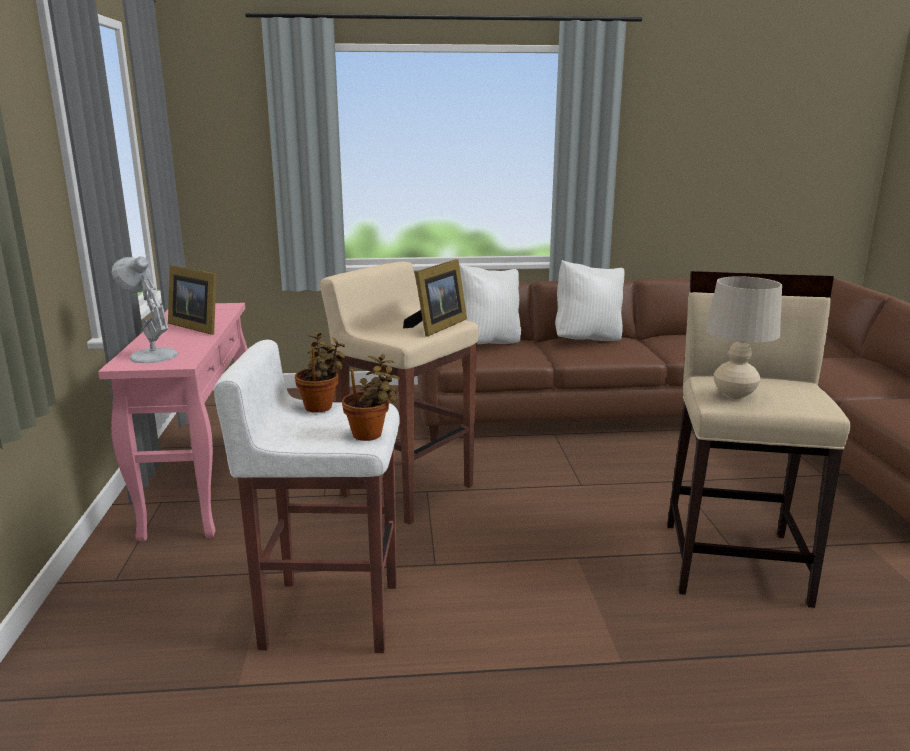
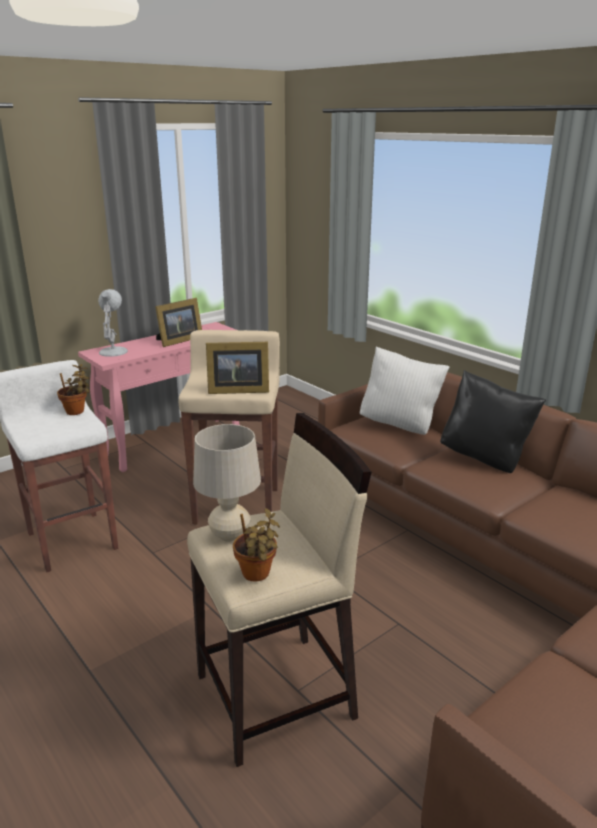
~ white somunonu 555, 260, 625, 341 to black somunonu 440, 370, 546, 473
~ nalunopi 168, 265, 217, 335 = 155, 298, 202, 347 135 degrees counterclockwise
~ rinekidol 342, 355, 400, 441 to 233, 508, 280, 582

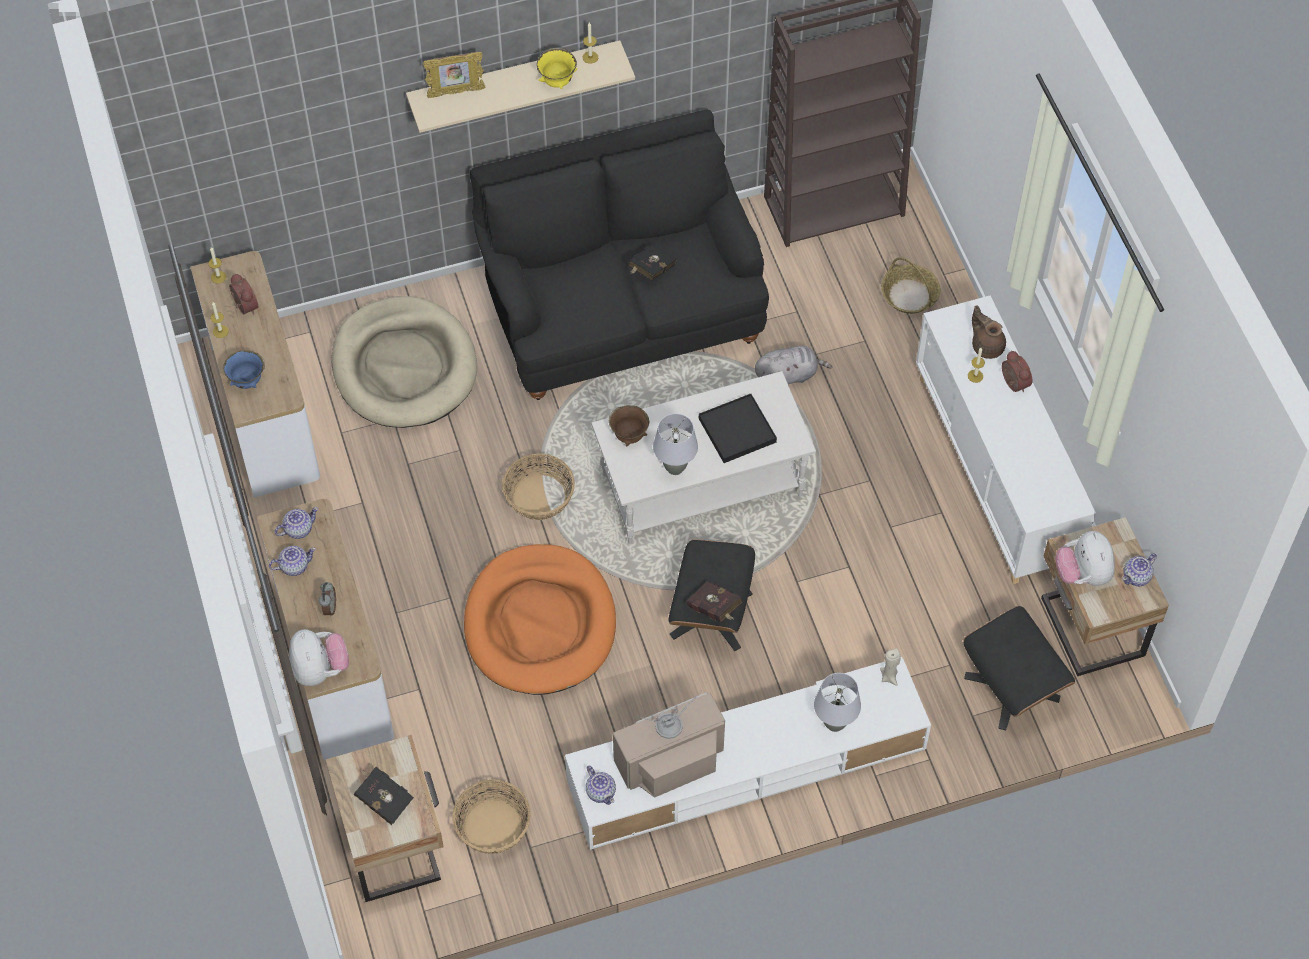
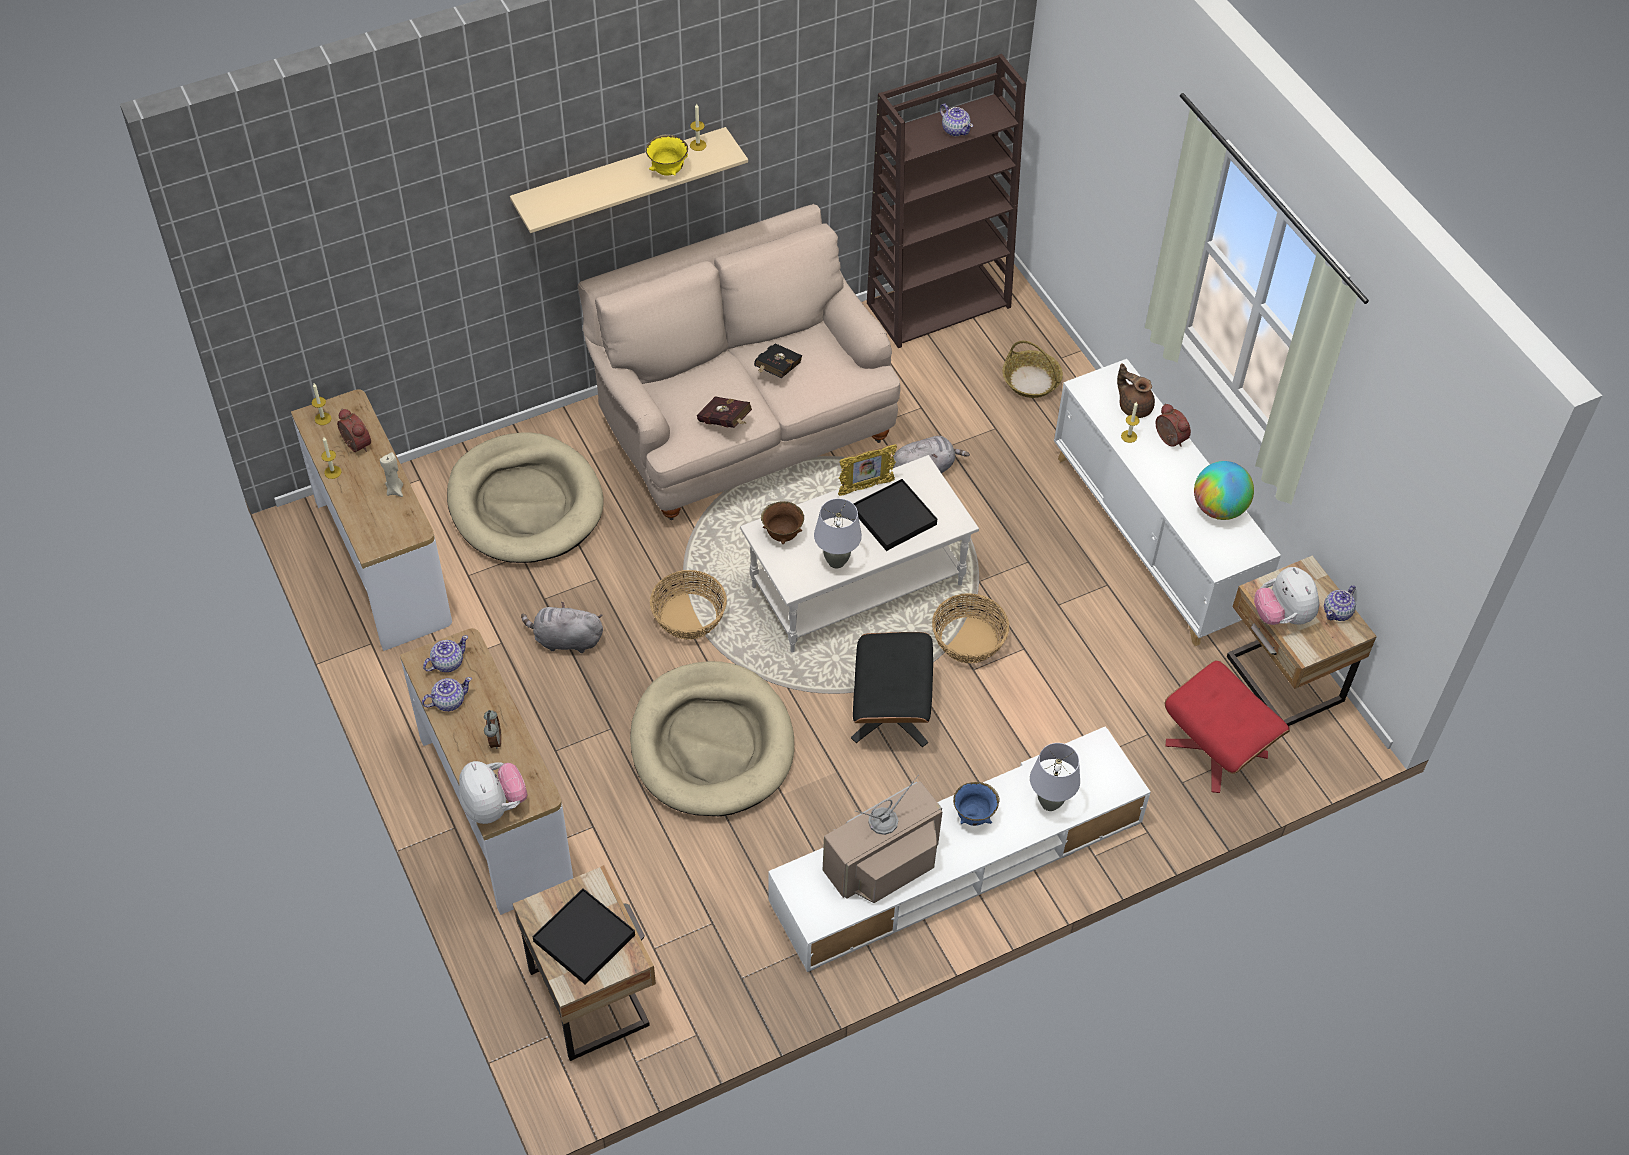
~ nalunopi 423, 52, 485, 98 to 838, 444, 897, 496
~ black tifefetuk 470, 109, 769, 400 to beige tifefetuk 578, 204, 901, 520
~ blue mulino 223, 350, 265, 389 to 953, 782, 1000, 826
~ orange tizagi 464, 544, 616, 695 to beige tizagi 630, 661, 794, 816
~ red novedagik 687, 581, 742, 622 to 697, 397, 752, 428
~ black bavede 963, 606, 1075, 730 to red bavede 1165, 660, 1290, 793
~ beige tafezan 880, 648, 901, 686 to 380, 452, 403, 497
~ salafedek 586, 765, 616, 805 to 940, 104, 973, 136
~ black novedagik 354, 767, 414, 825 to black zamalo 532, 888, 635, 985
~ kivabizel 452, 779, 531, 854 to 932, 593, 1009, 663
+ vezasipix 1194, 461, 1254, 520
+ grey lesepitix 521, 601, 603, 653

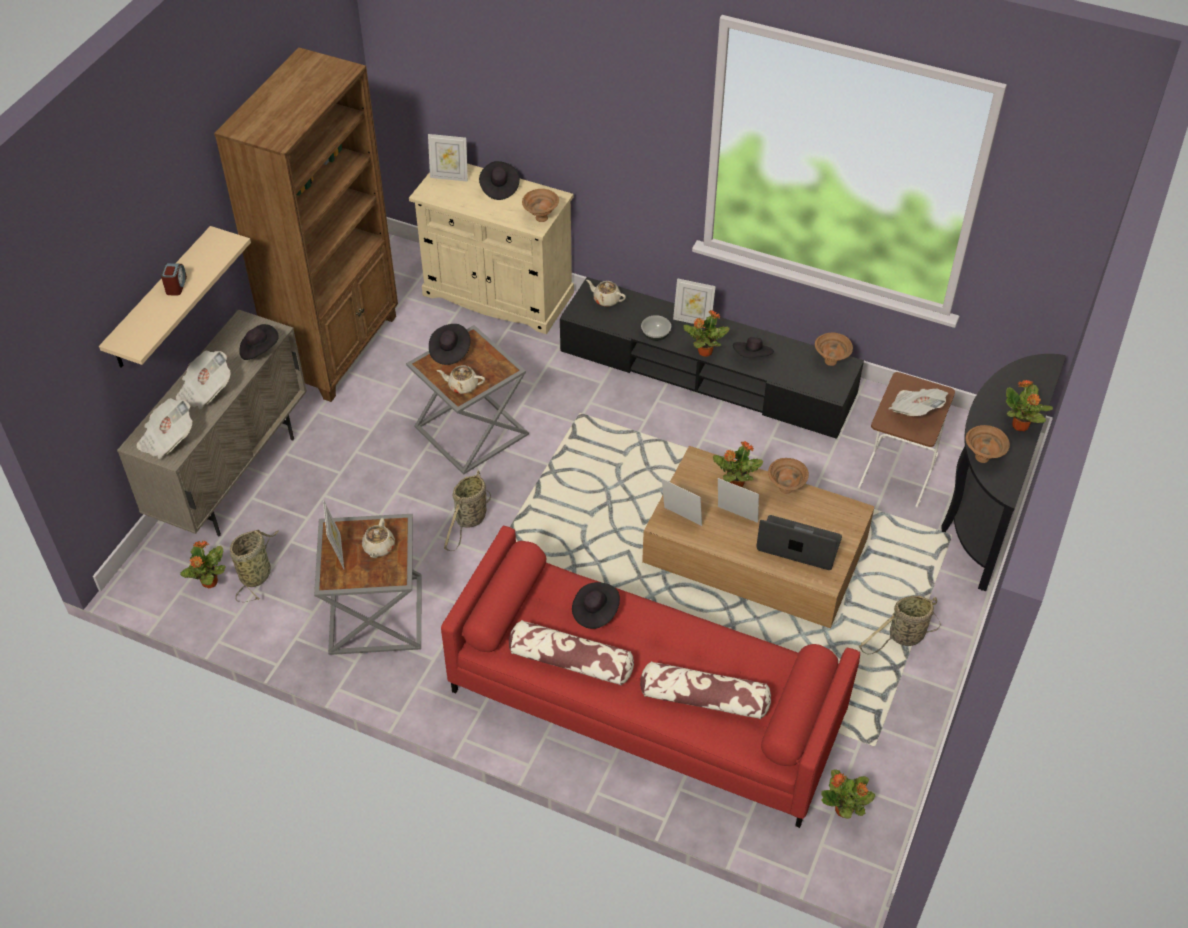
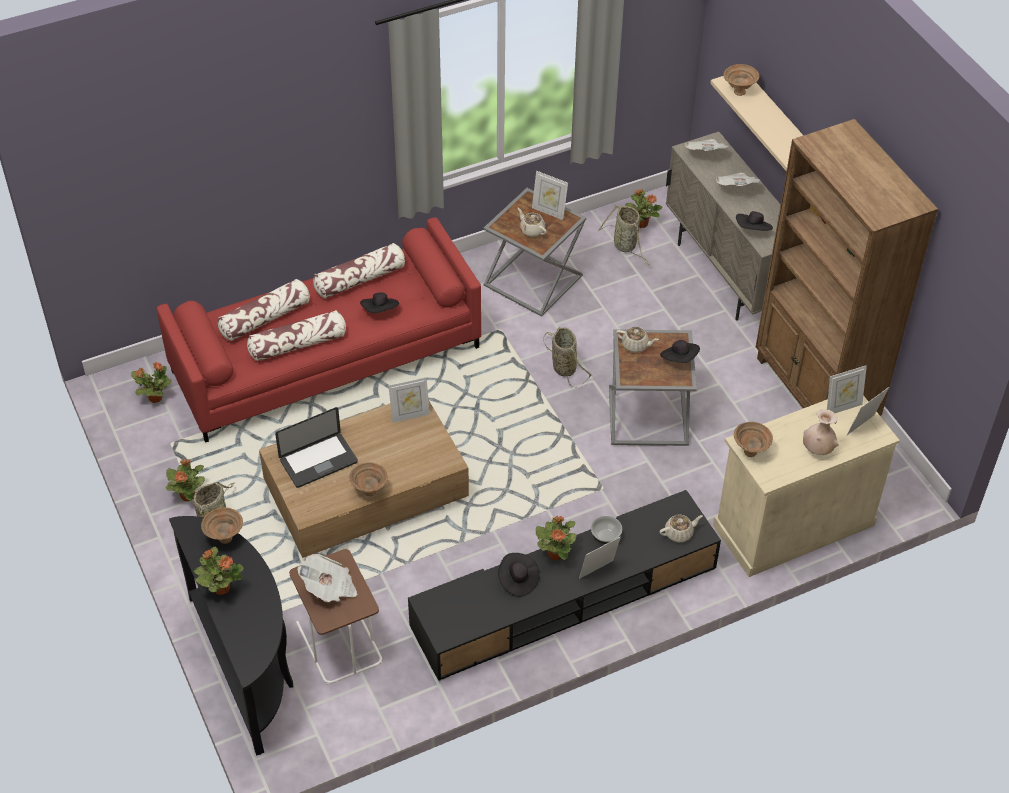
~ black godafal 479, 161, 520, 200 to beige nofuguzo 803, 409, 838, 455
- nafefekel 161, 263, 187, 296
~ brown mulino 815, 333, 853, 366 to 723, 64, 759, 96
~ beige salafedek 437, 366, 485, 394 = 616, 327, 659, 353 60 degrees clockwise
~ rinekidol 713, 441, 763, 487 to 166, 459, 205, 501
~ nalunopi 718, 478, 759, 523 to 827, 365, 867, 413
+ somunonu 247, 310, 346, 361

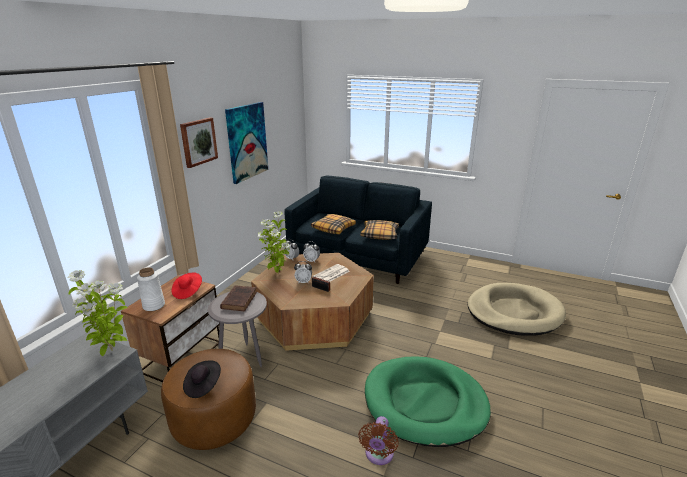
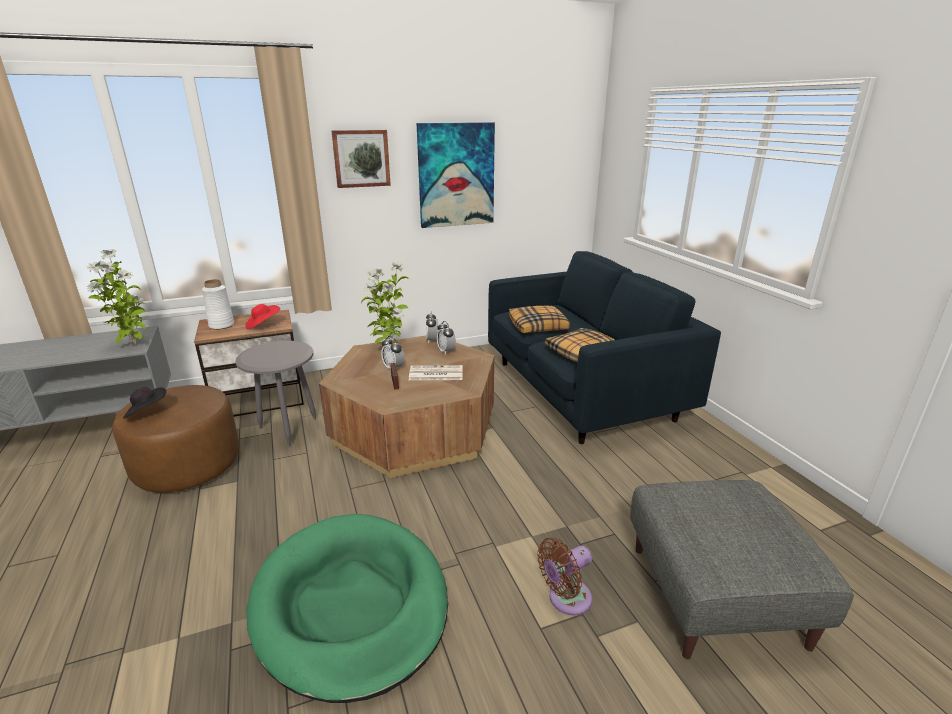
~ beige tizagi 468, 283, 566, 336 to grey bavede 630, 480, 854, 659
- brown novedagik 220, 285, 257, 311
~ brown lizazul 358, 416, 398, 465 to 537, 537, 592, 616

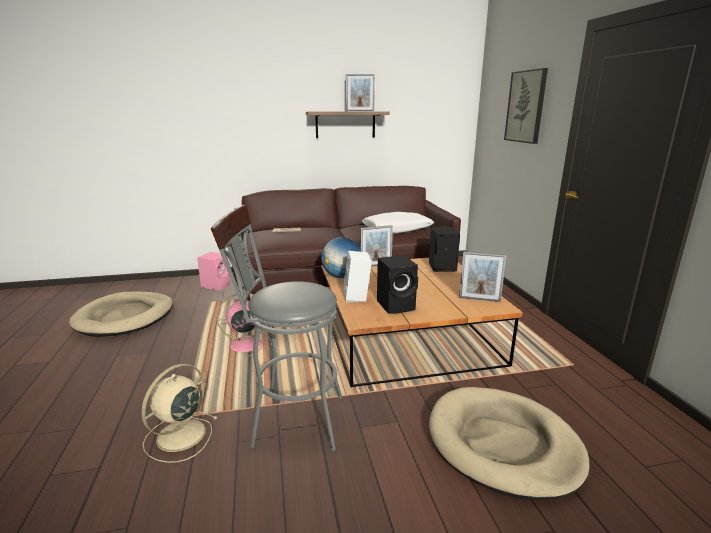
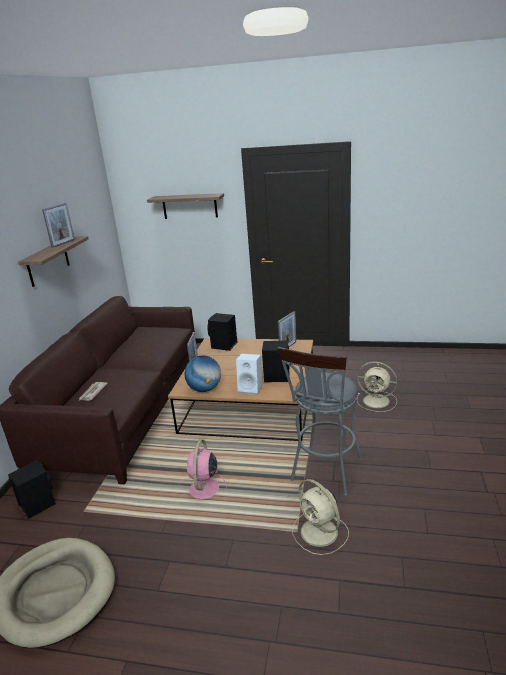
~ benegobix 504, 68, 548, 144 to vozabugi 147, 193, 224, 219
- white somunonu 362, 212, 434, 234
~ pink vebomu 197, 252, 231, 291 to black vebomu 8, 461, 56, 519
~ beige tizagi 429, 387, 590, 500 to beige lizazul 357, 362, 397, 412

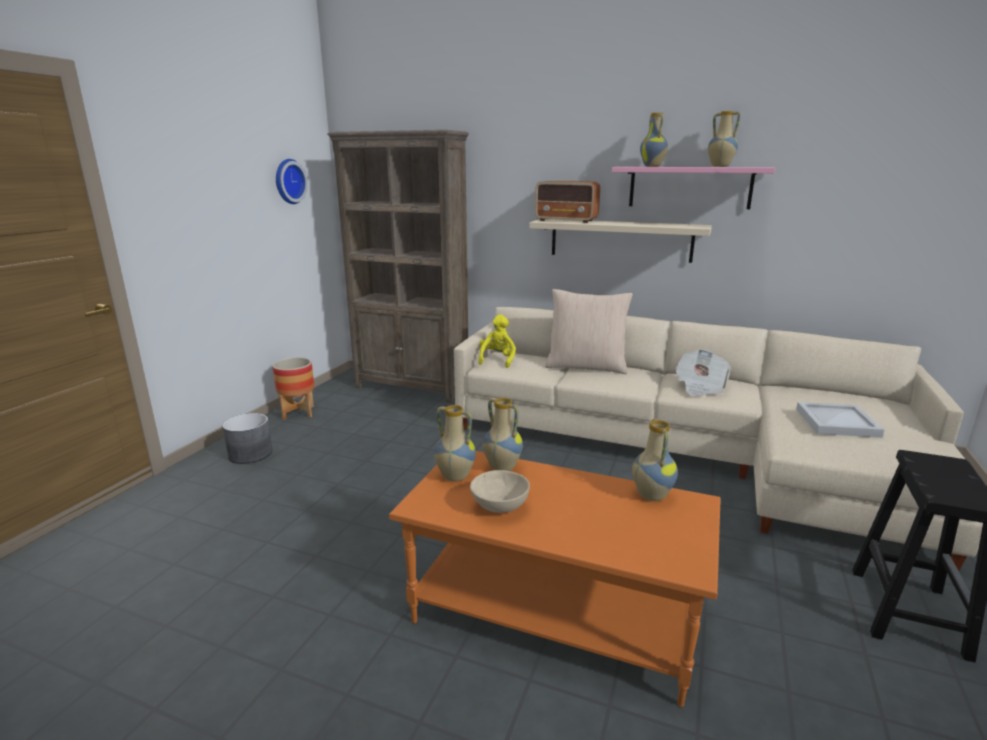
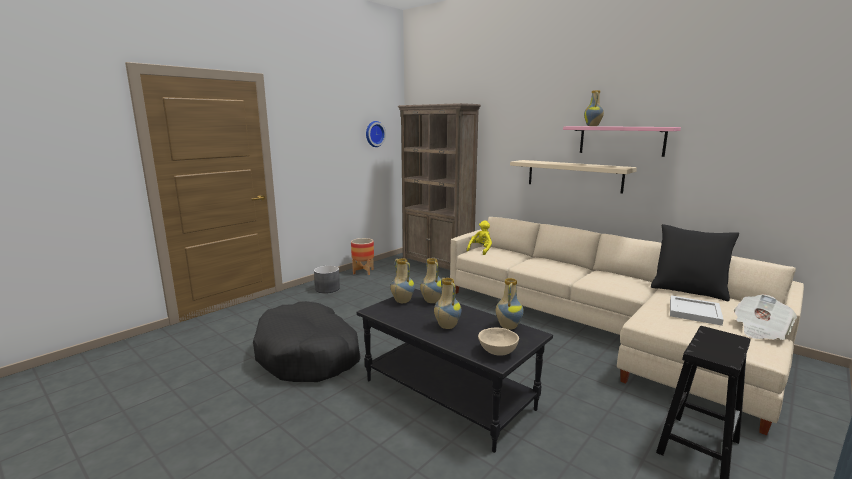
~ nofuguzo 708, 111, 741, 167 to 434, 278, 461, 329
- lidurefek 535, 181, 600, 223
- beige somunonu 545, 289, 633, 374
~ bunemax 675, 349, 732, 396 to 734, 294, 797, 340
~ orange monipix 389, 451, 721, 707 to black monipix 357, 288, 553, 453
~ beige mulino 470, 470, 530, 513 to 478, 328, 519, 356
+ black somunonu 651, 224, 739, 301
+ black tizagi 253, 301, 361, 382

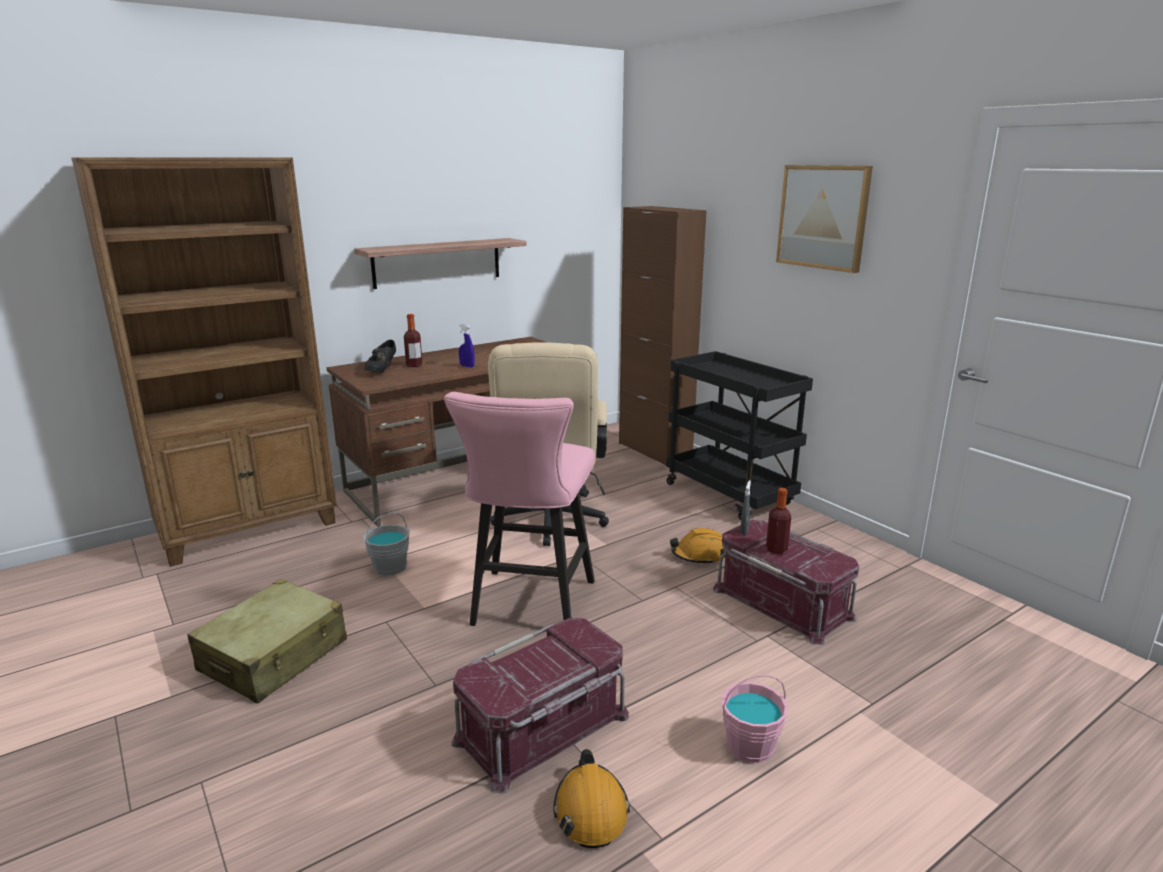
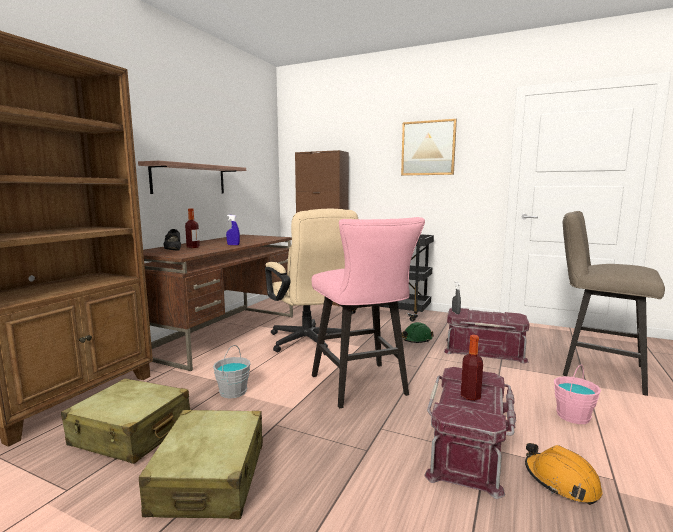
~ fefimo 766, 488, 791, 554 to 461, 335, 483, 401
~ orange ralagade 670, 528, 726, 565 to green ralagade 402, 322, 434, 343
+ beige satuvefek 563, 211, 665, 396
+ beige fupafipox 61, 378, 190, 464

